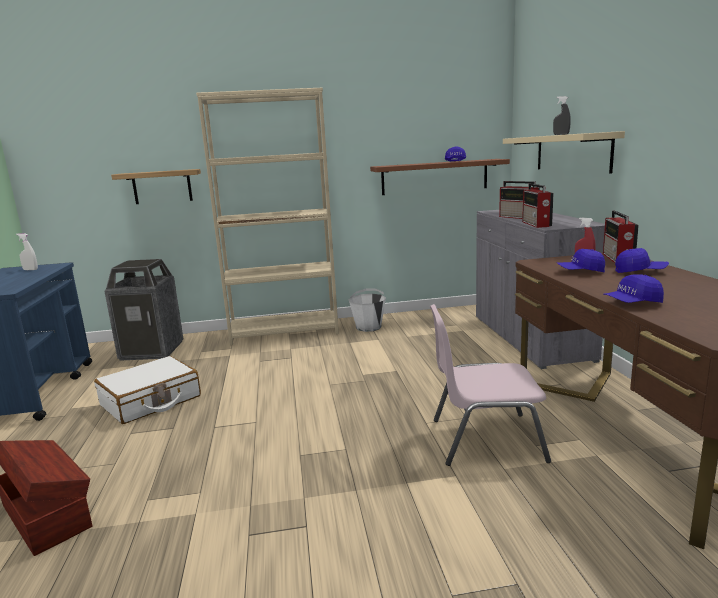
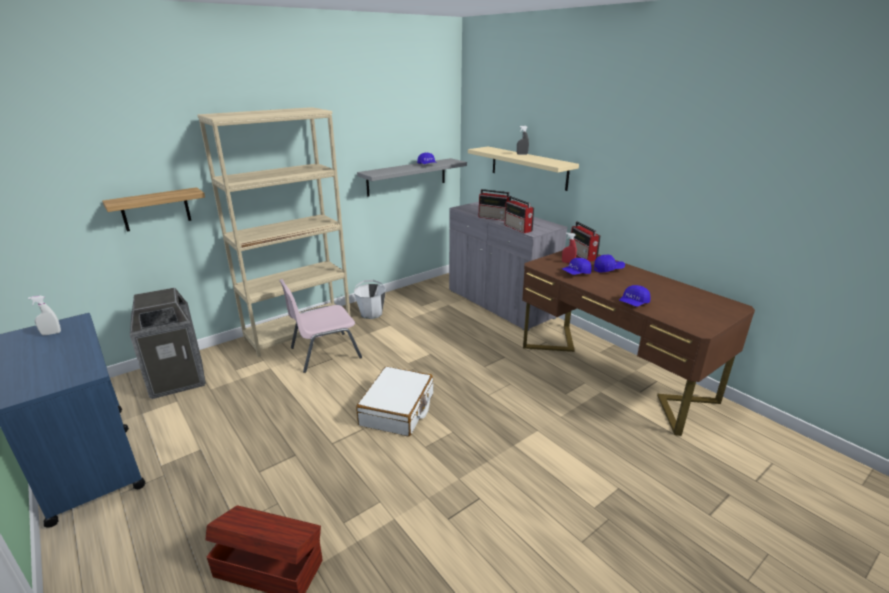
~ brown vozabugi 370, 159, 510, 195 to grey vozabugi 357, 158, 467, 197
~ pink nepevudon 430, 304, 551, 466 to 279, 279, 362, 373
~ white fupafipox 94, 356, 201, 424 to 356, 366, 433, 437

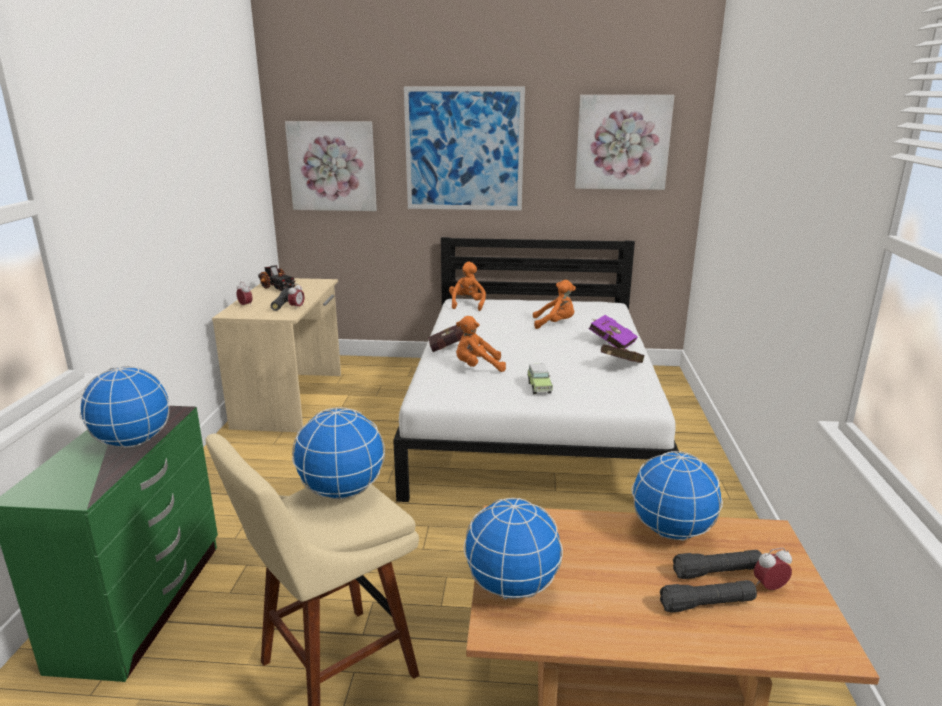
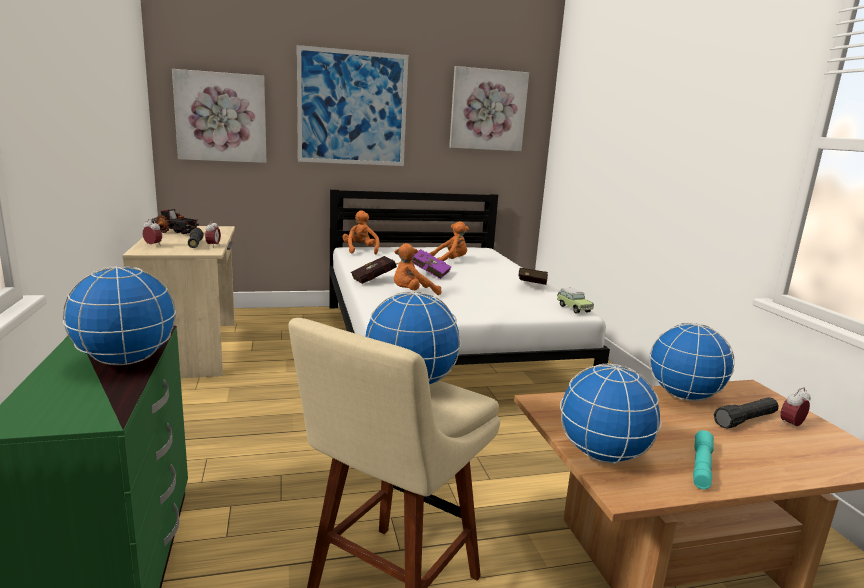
~ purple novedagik 589, 315, 638, 349 to 412, 249, 451, 279
~ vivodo 527, 364, 553, 394 to 557, 288, 594, 314
- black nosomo 660, 580, 757, 613
+ turquoise nosomo 693, 430, 714, 489

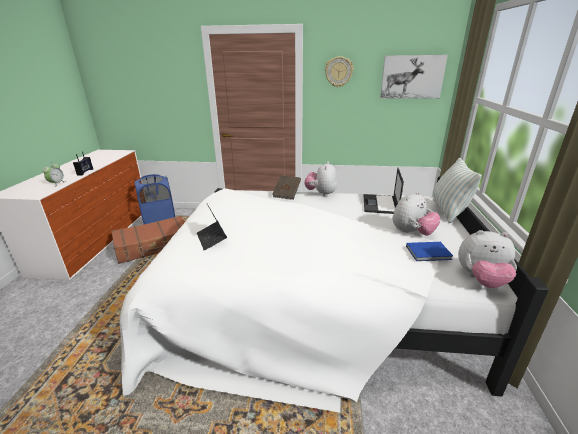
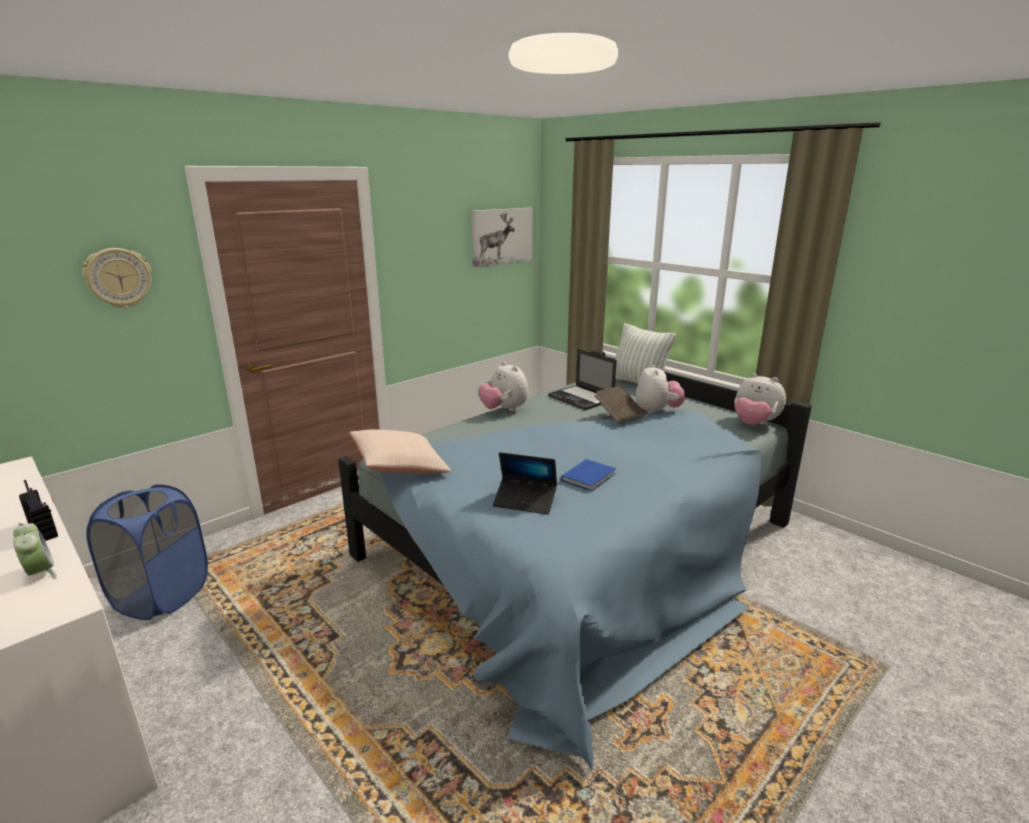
~ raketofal 325, 56, 353, 87 to 82, 248, 152, 308
~ brown novedagik 272, 175, 301, 200 to 595, 386, 645, 423
~ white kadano 119, 176, 549, 413 to blue kadano 338, 350, 812, 772
- brown fupafipox 111, 216, 185, 264
~ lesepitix 458, 230, 517, 288 = 734, 373, 786, 425 75 degrees clockwise
~ blue novedagik 406, 242, 453, 261 to 561, 459, 616, 491
+ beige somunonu 350, 429, 451, 474

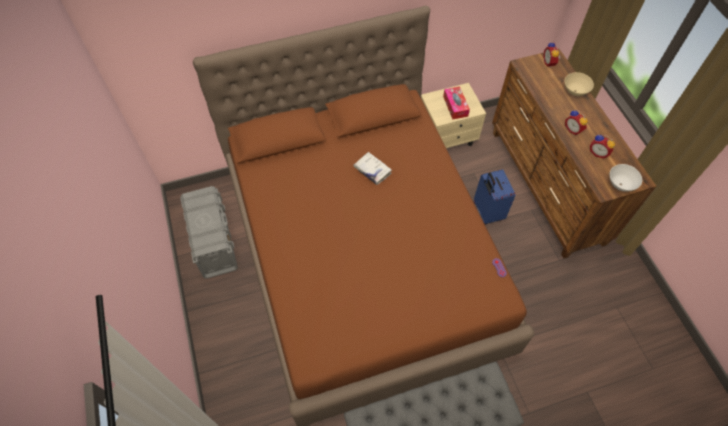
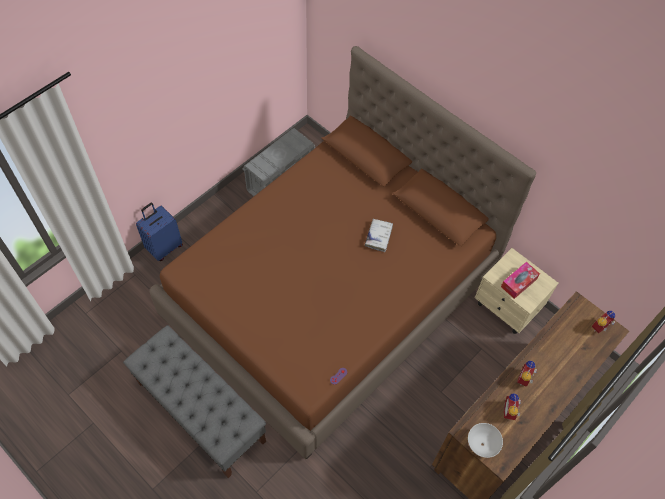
- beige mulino 565, 72, 594, 96
~ blue fupafipox 474, 169, 515, 224 to 136, 203, 183, 261

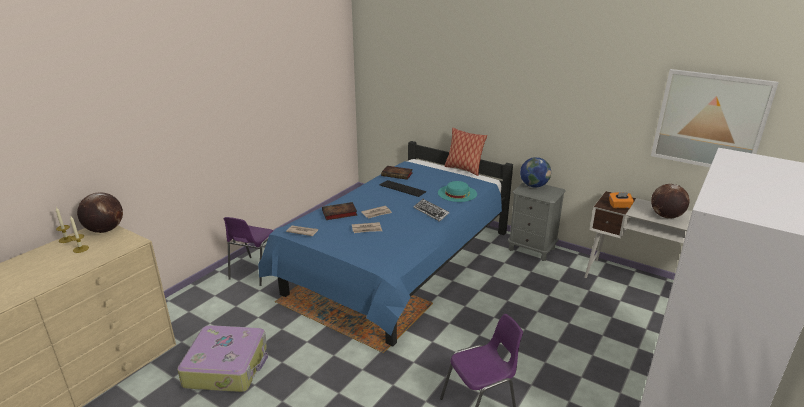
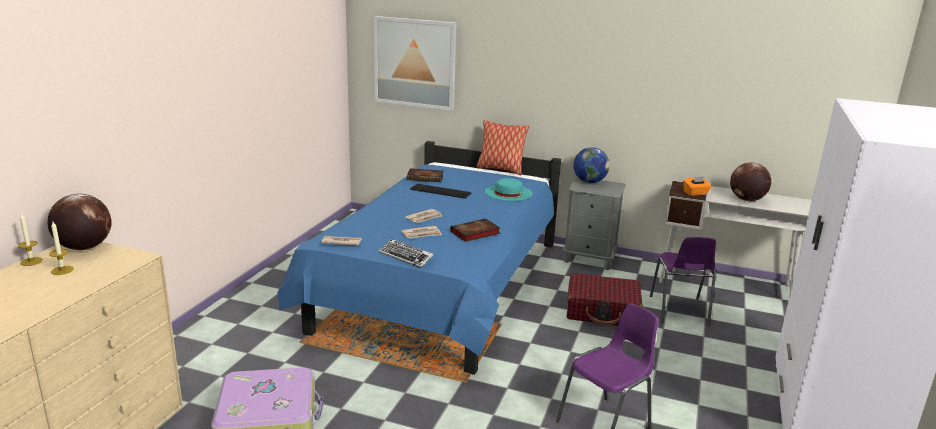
~ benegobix 651, 69, 779, 167 to 374, 16, 456, 111
~ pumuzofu 414, 199, 449, 222 to 379, 239, 433, 268
~ novedagik 322, 202, 357, 220 to 450, 218, 500, 242
~ purple nepevudon 224, 217, 273, 286 to 650, 237, 716, 325
+ red fupafipox 567, 273, 643, 326

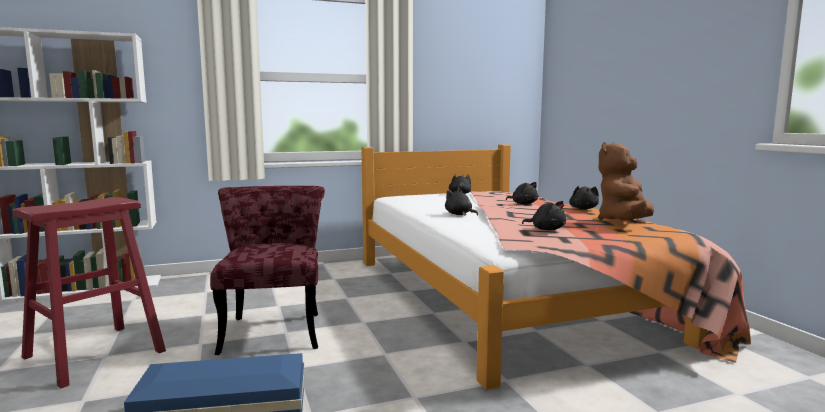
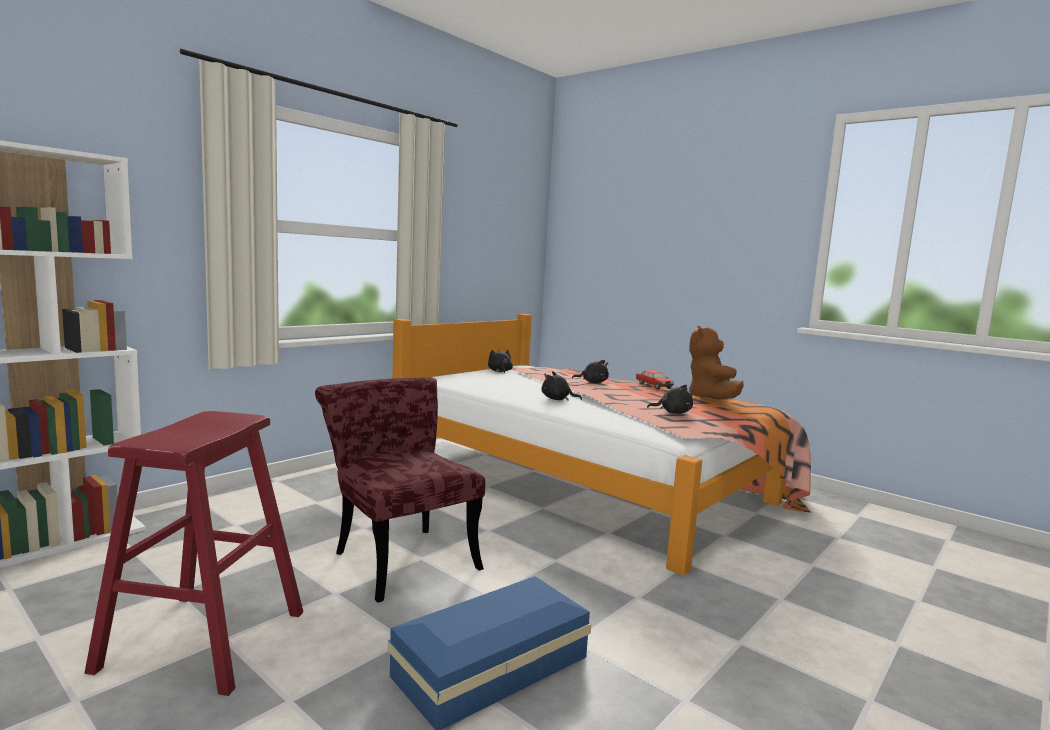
~ black lesepitix 569, 186, 599, 209 to vivodo 636, 370, 674, 389

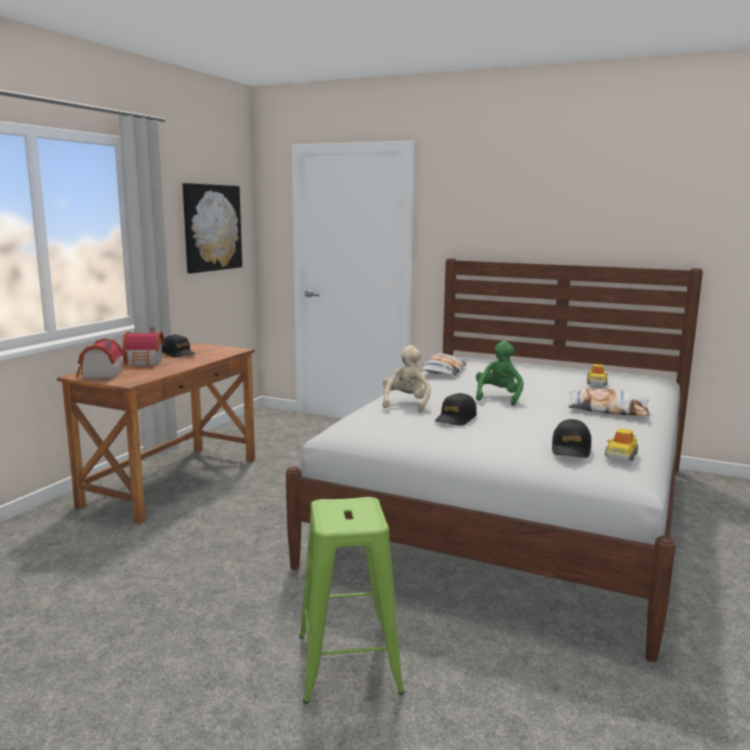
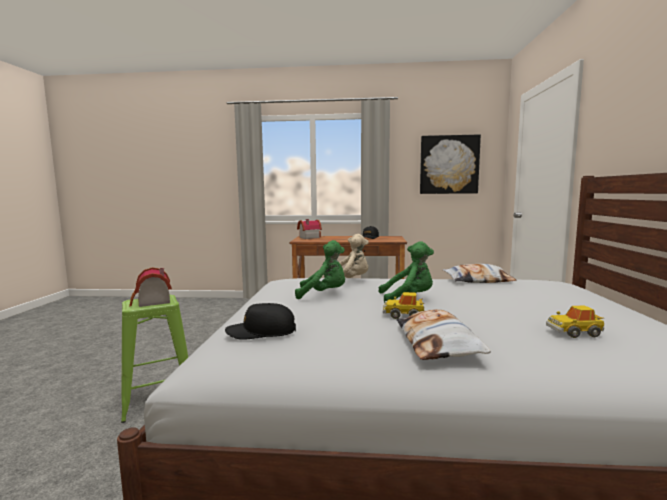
~ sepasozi 123, 327, 165, 368 to 129, 267, 172, 307
~ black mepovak 435, 393, 477, 426 to green lesepitix 295, 240, 345, 299
~ vivodo 605, 428, 638, 461 to 383, 292, 425, 319

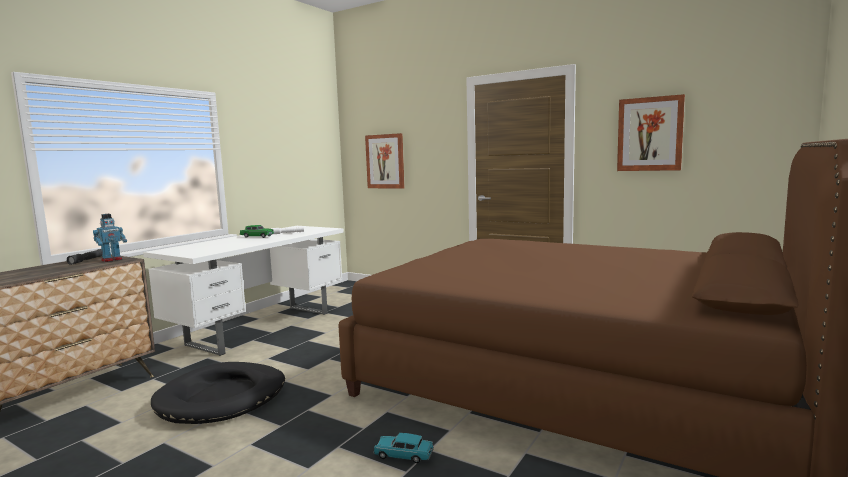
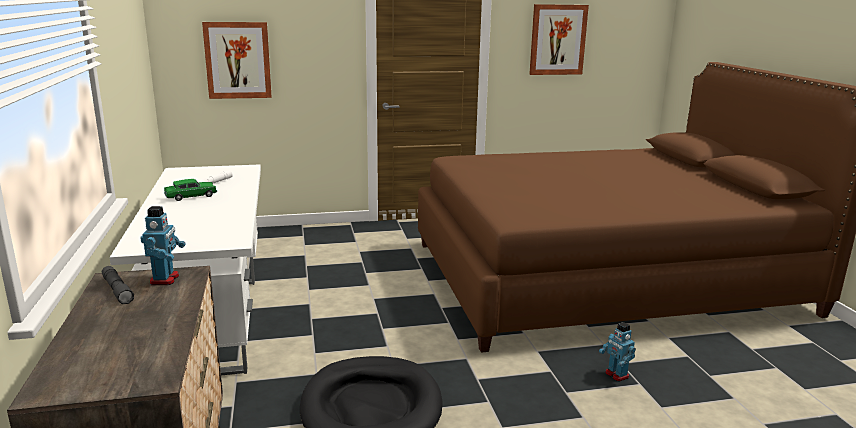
~ turquoise vivodo 373, 433, 434, 463 to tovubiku 599, 322, 636, 381

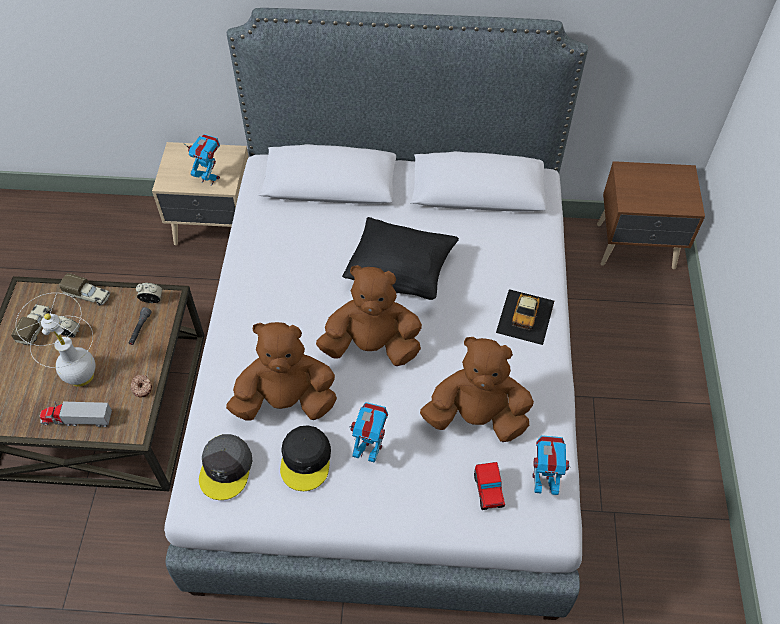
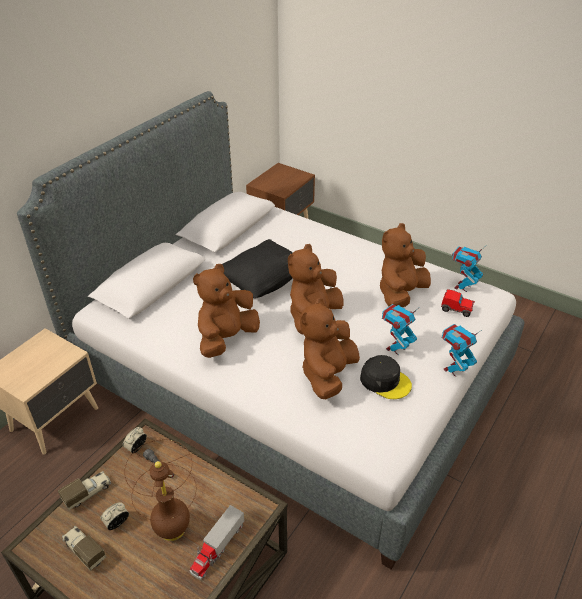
~ tovubiku 183, 134, 220, 186 to 442, 324, 482, 377
- vivodo 496, 289, 554, 345
~ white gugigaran 16, 293, 95, 387 to brown gugigaran 124, 440, 196, 541
- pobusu 131, 375, 152, 398
- grey mepovak 199, 434, 252, 500
+ brown lesepitix 193, 264, 260, 358

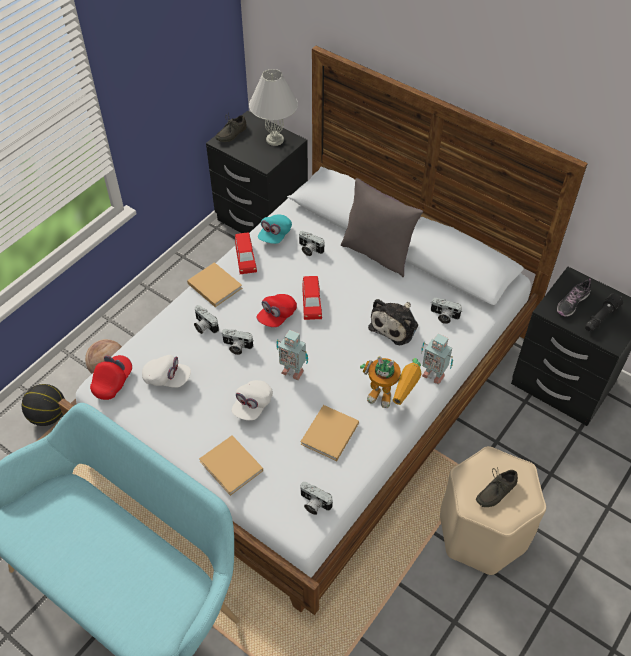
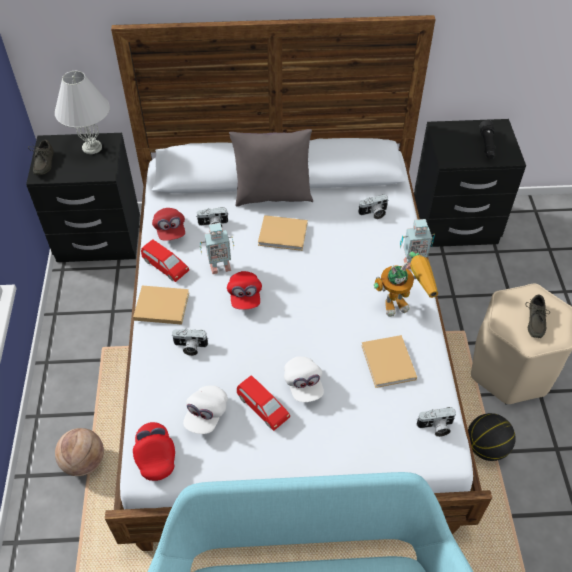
~ turquoise mepovak 258, 215, 292, 244 to red mepovak 152, 208, 185, 241
~ red vivodo 302, 276, 322, 320 to 237, 375, 290, 431
- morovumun 557, 278, 591, 317
- lesepitix 368, 299, 418, 345
- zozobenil 222, 329, 253, 355
~ tovubiku 276, 330, 308, 380 to 200, 223, 234, 274
~ white mepovak 142, 355, 191, 388 = 183, 385, 228, 434 135 degrees clockwise
~ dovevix 22, 384, 65, 426 to 468, 413, 516, 461
~ beige novedagik 199, 436, 263, 496 to 258, 215, 308, 251

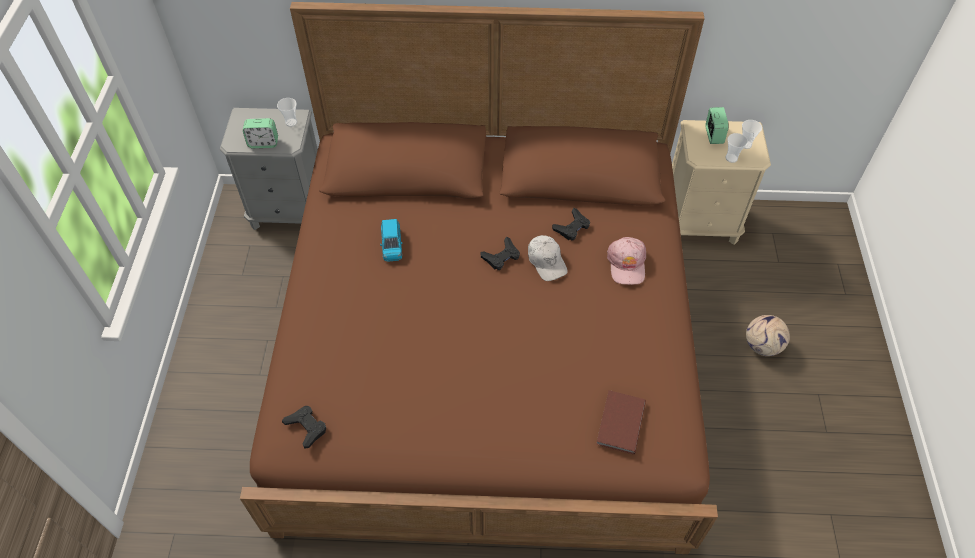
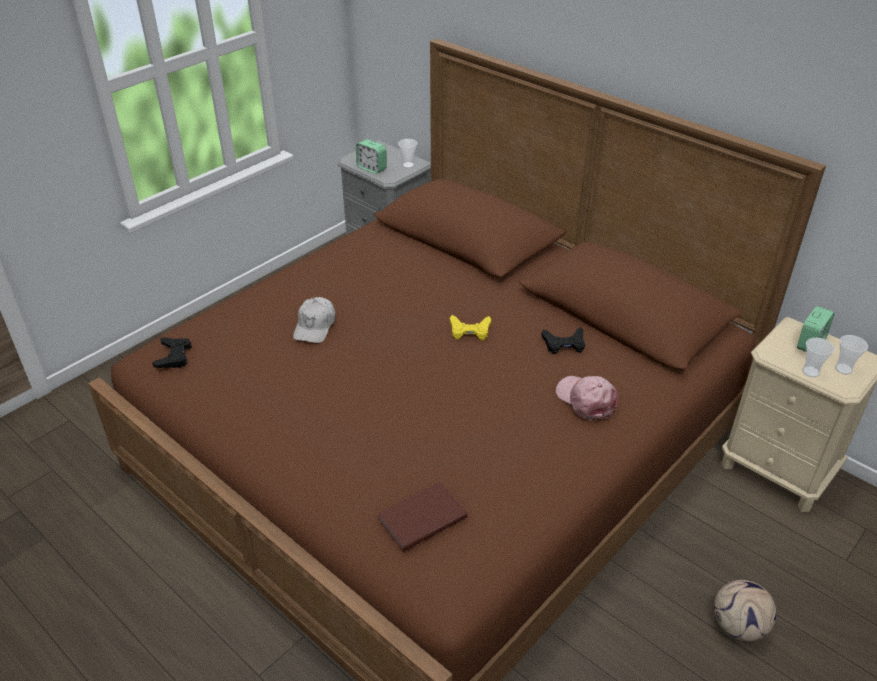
- blue vivodo 380, 219, 403, 262
~ white mepovak 528, 235, 568, 281 to 293, 297, 335, 343
~ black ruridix 481, 237, 520, 270 to yellow ruridix 450, 315, 491, 340
~ pink mepovak 607, 237, 646, 285 = 556, 376, 618, 420 105 degrees clockwise

